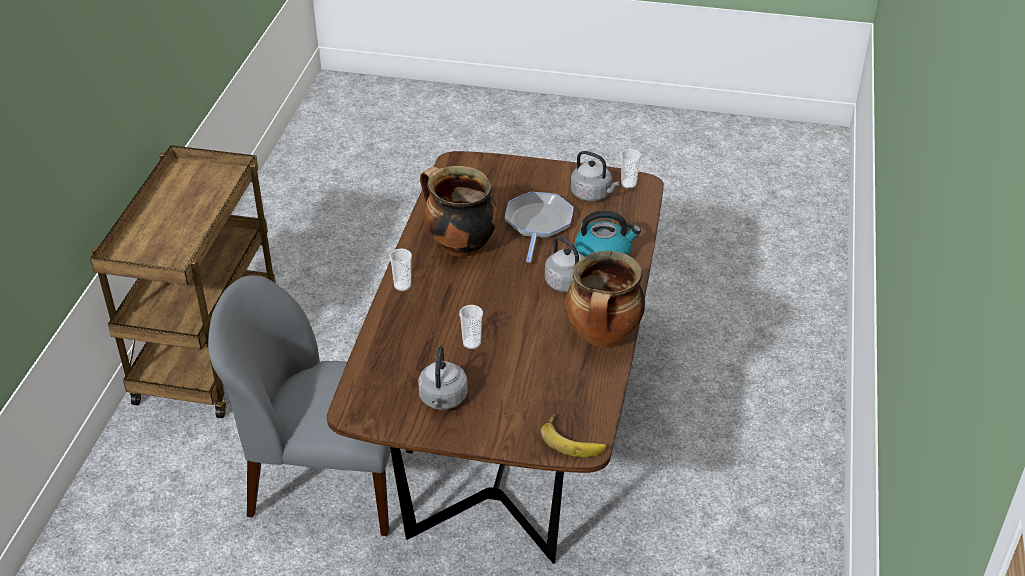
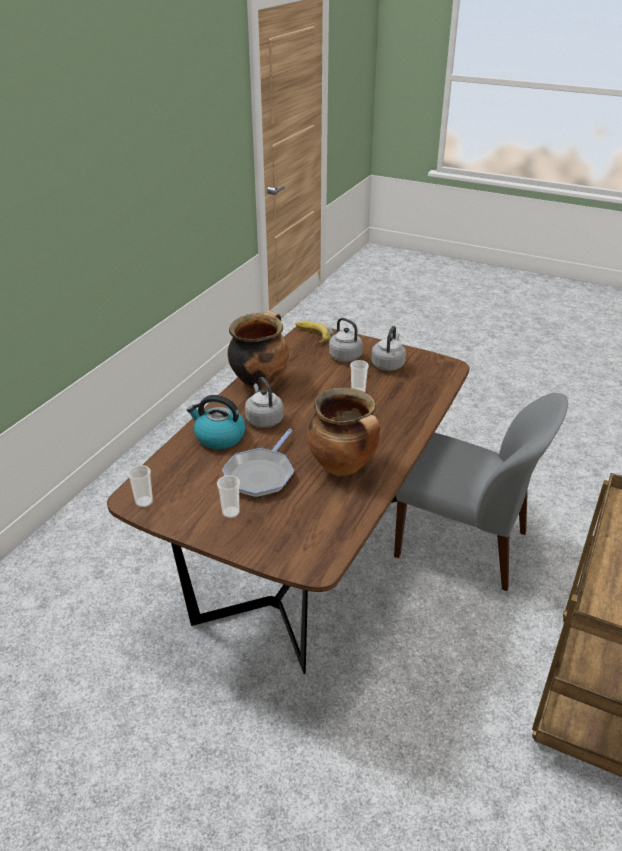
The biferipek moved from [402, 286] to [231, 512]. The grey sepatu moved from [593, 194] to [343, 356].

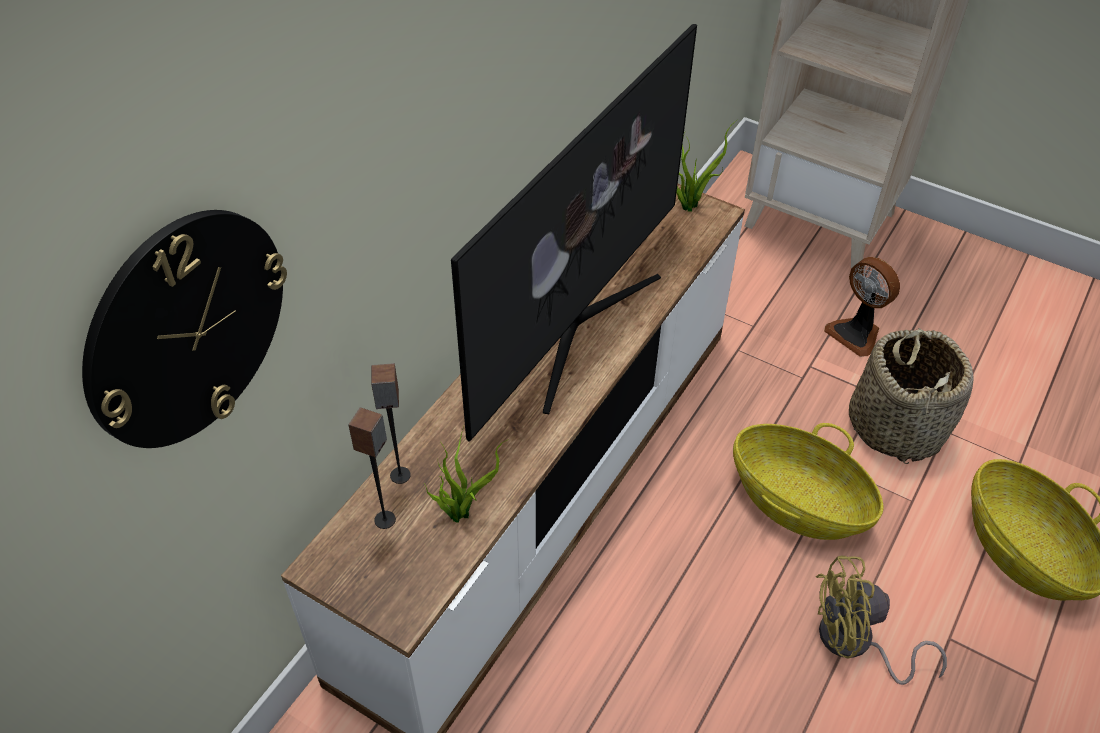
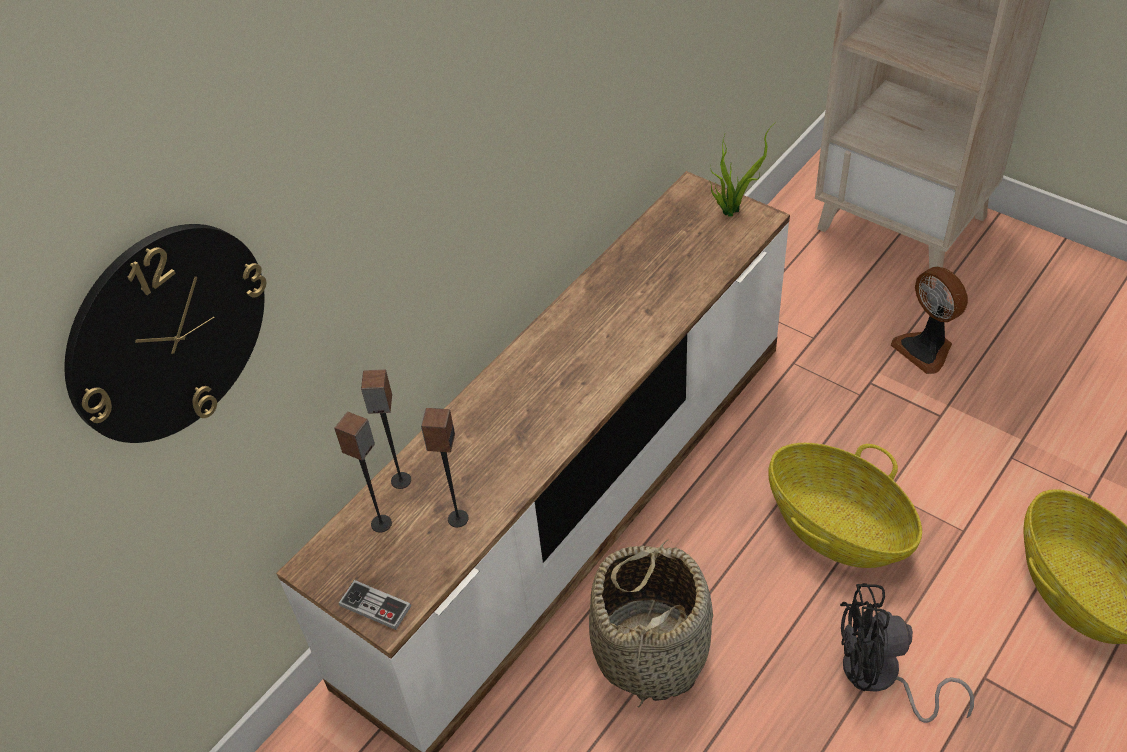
The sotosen at [375, 606] appeared. The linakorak at [462, 511] was replaced by the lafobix at [457, 518]. The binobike moved from [896, 425] to [651, 650]. The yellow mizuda at [855, 644] became the black mizuda at [880, 678]. The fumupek at [575, 327] disappeared.

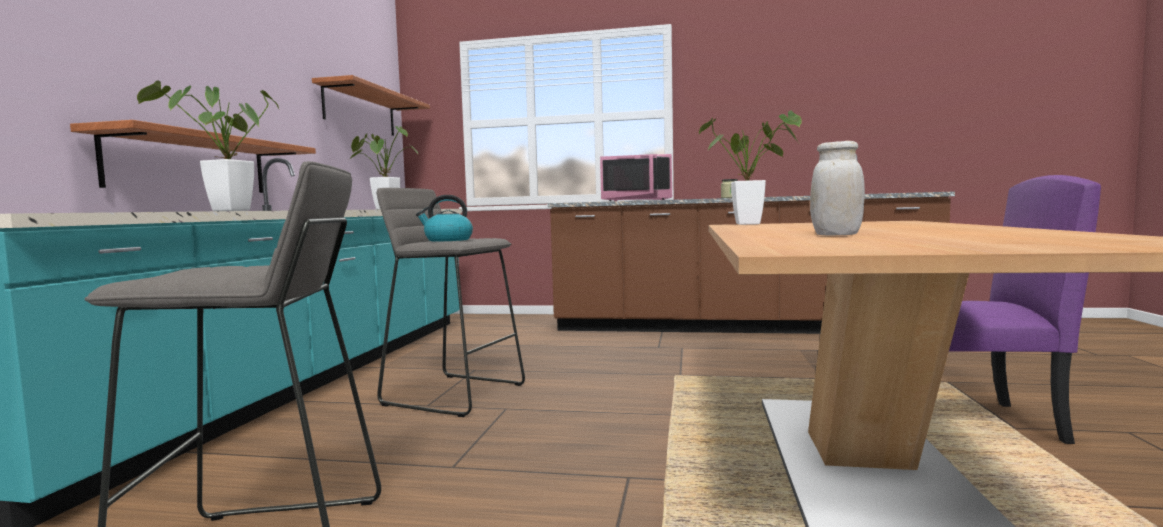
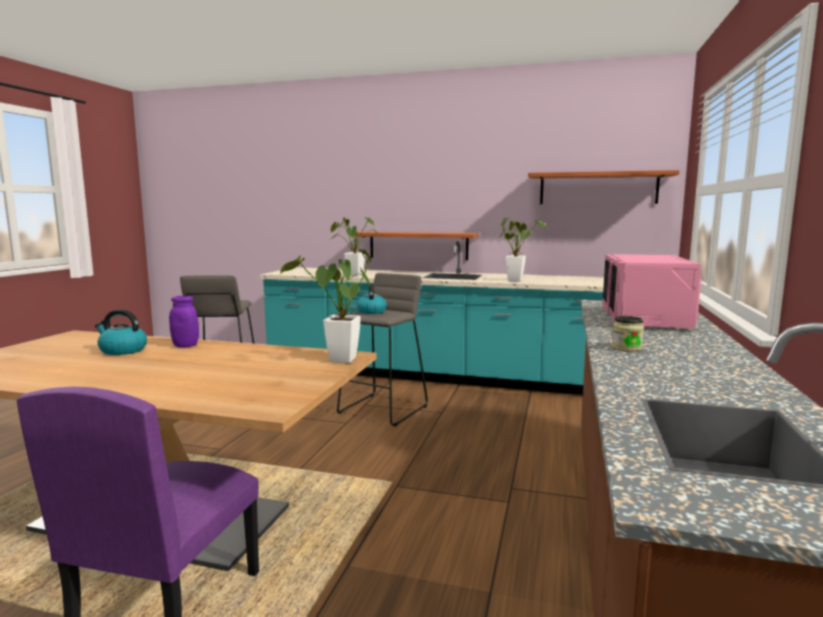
The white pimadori at [836, 235] was replaced by the sepatu at [122, 350]. The purple pimadori at [185, 345] appeared.

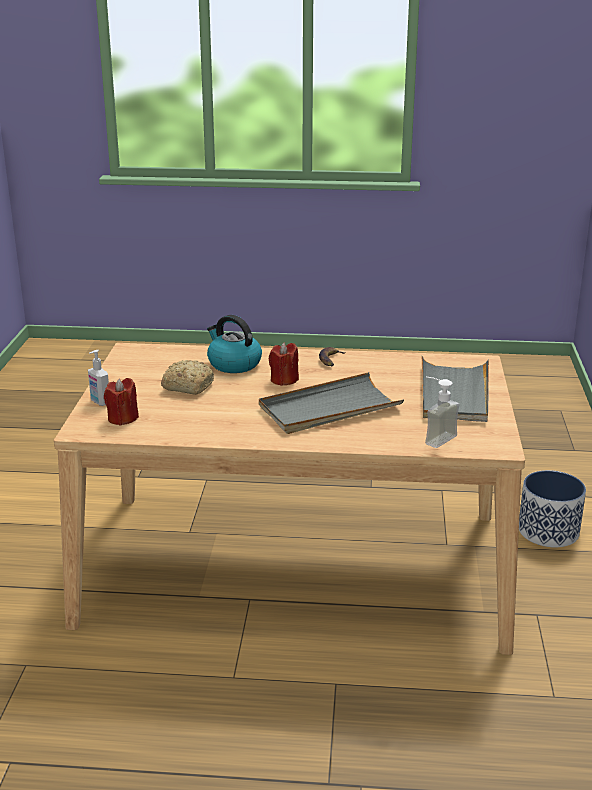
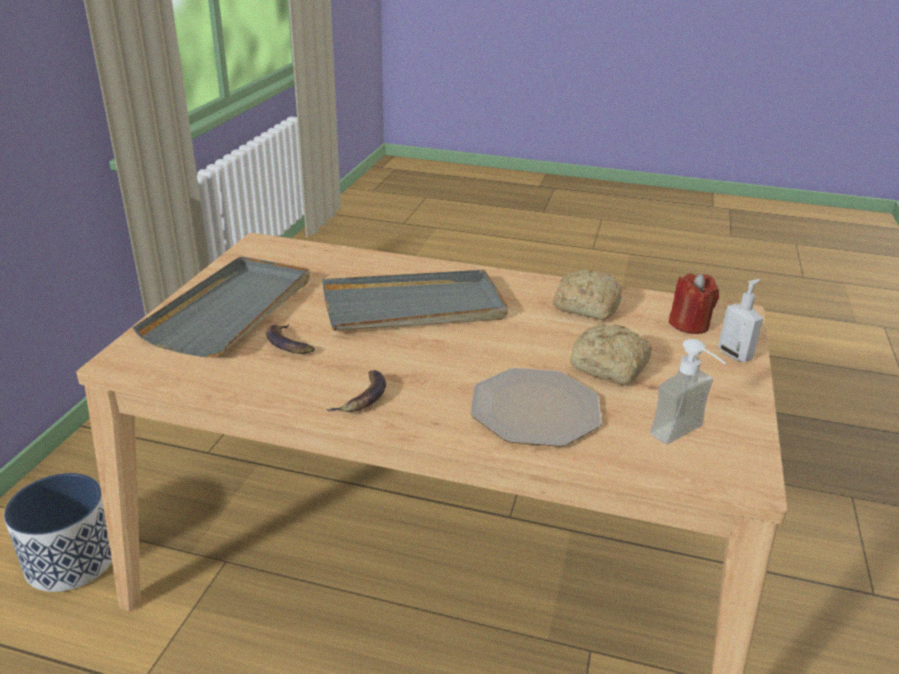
The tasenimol at [289, 344] appeared. The sepatu at [233, 364] was replaced by the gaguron at [535, 408]. The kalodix at [585, 306] appeared. The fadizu moved from [434, 437] to [685, 436]. The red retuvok at [284, 380] disappeared.

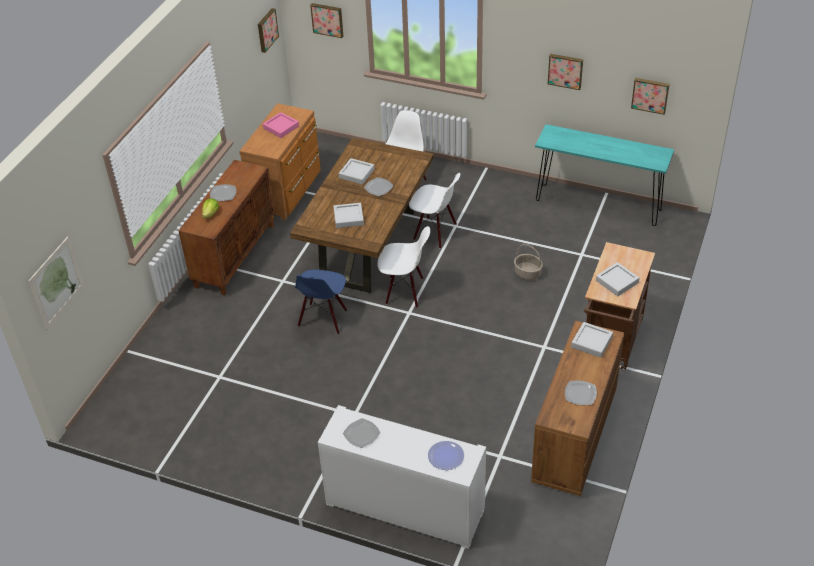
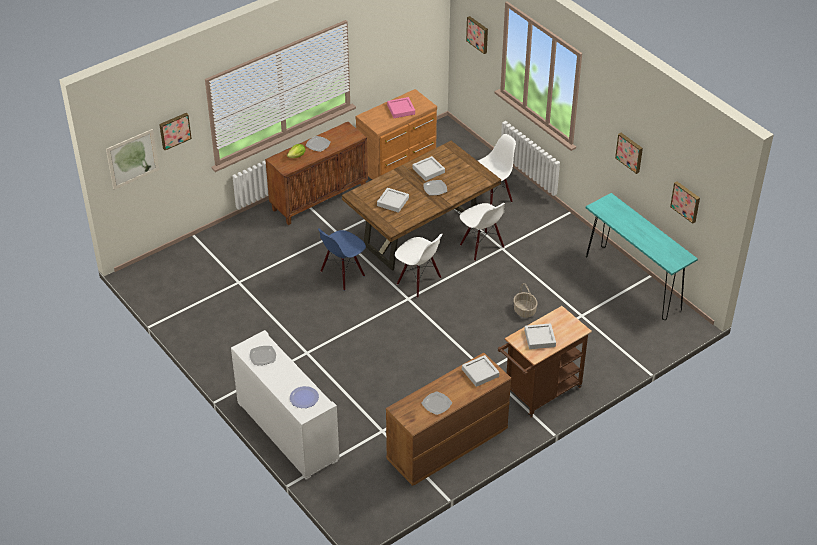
The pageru moved from [266, 30] to [174, 130].

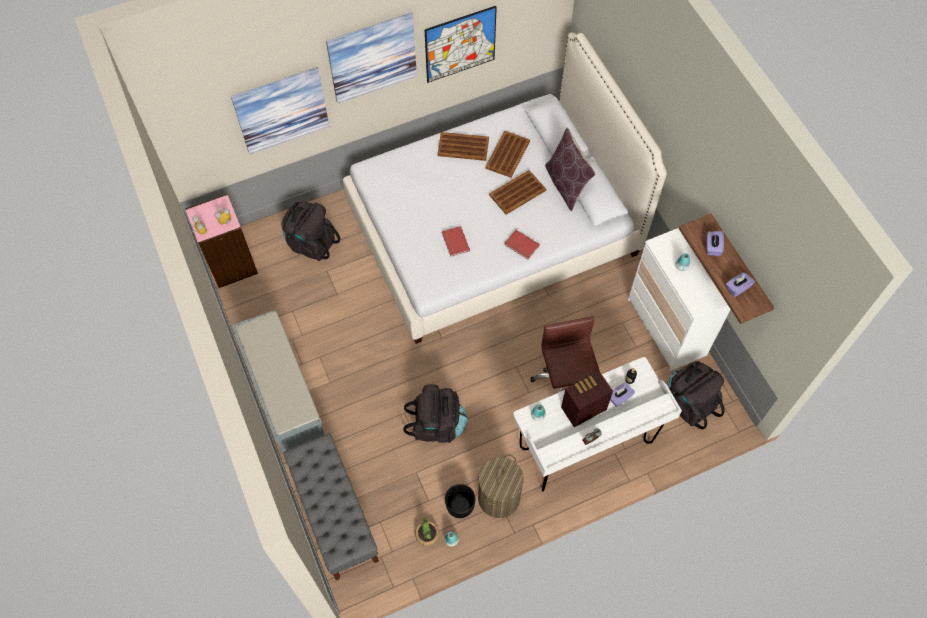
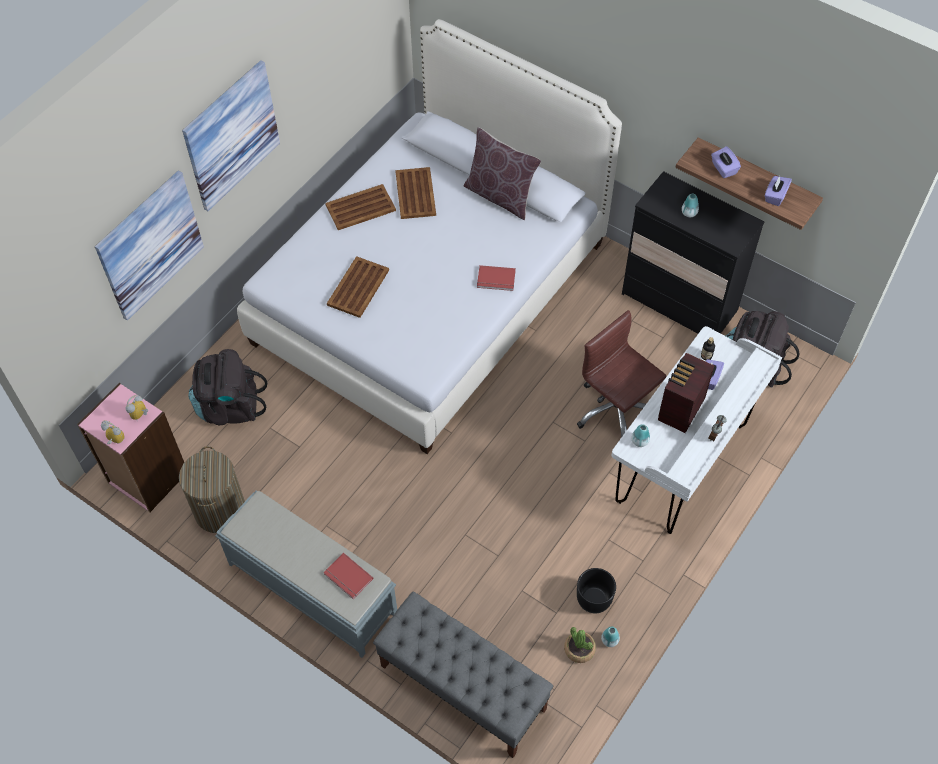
The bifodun moved from [498, 497] to [220, 510]. The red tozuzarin moved from [454, 242] to [347, 577]. The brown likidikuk moved from [518, 192] to [358, 287]. The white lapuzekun at [666, 327] became the black lapuzekun at [679, 302]. The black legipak at [437, 425] disappeared. The pageru at [460, 44] disappeared.

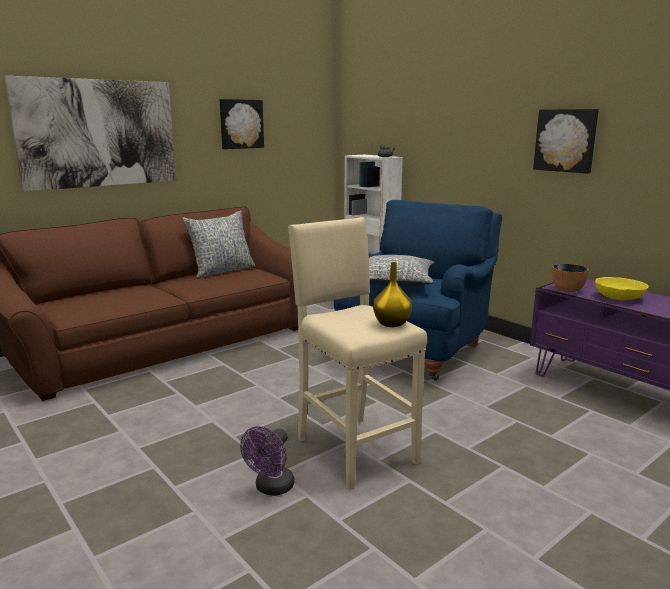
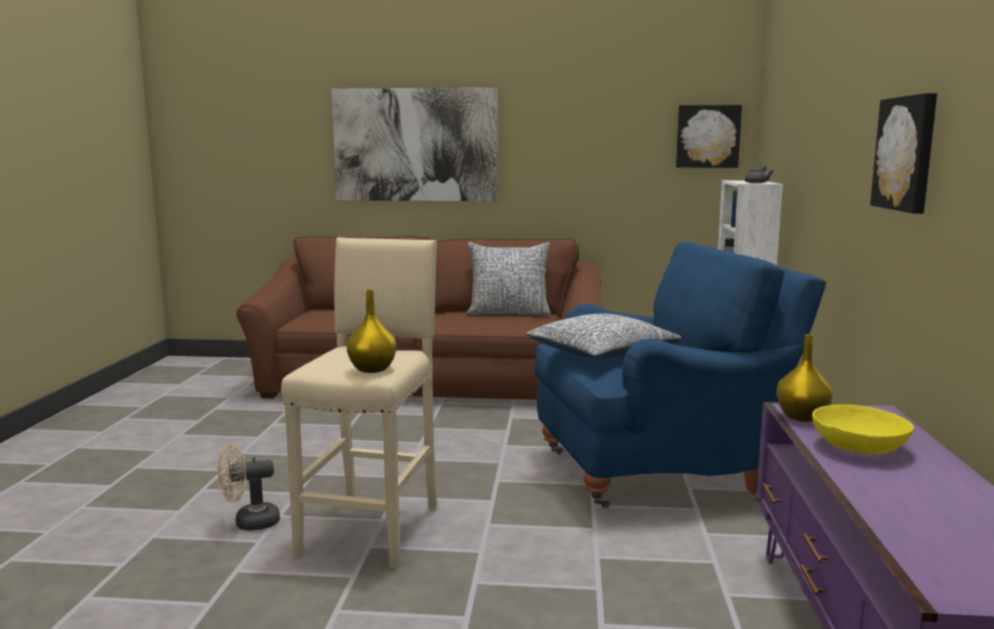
The purple mizuda at [271, 488] became the beige mizuda at [249, 523]. The pageru moved from [241, 124] to [707, 136]. The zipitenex at [567, 290] was replaced by the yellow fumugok at [802, 417].

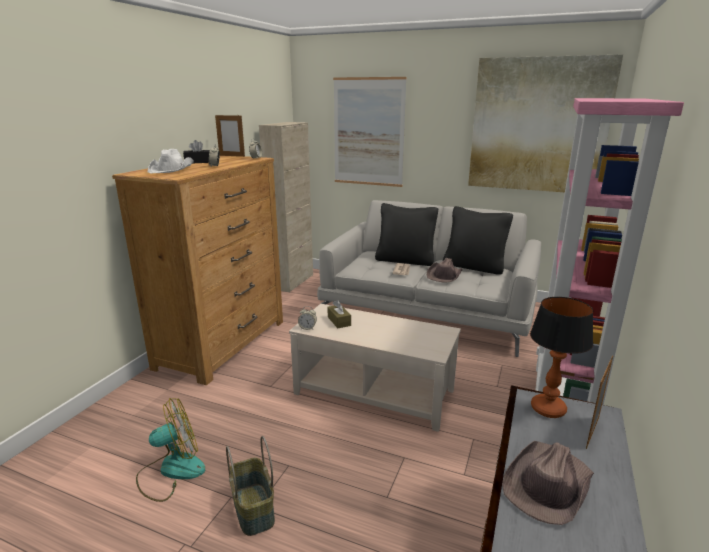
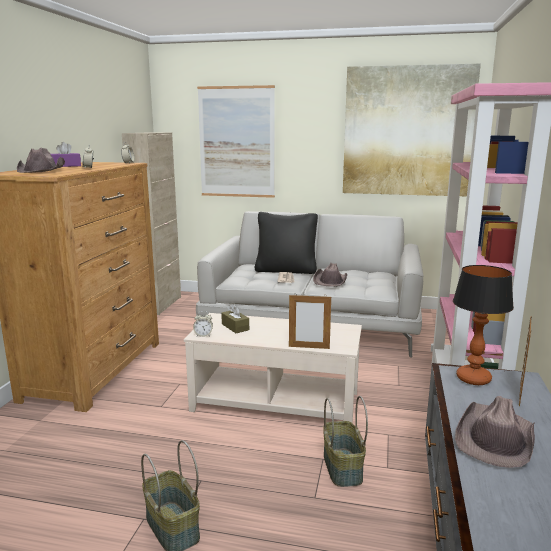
The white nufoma at [172, 169] became the brown nufoma at [42, 170]. The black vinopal at [198, 162] became the purple vinopal at [65, 166]. The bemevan moved from [232, 156] to [309, 347]. The binobike at [341, 467] appeared. The mizuda at [171, 471] disappeared. The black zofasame at [474, 267] disappeared.

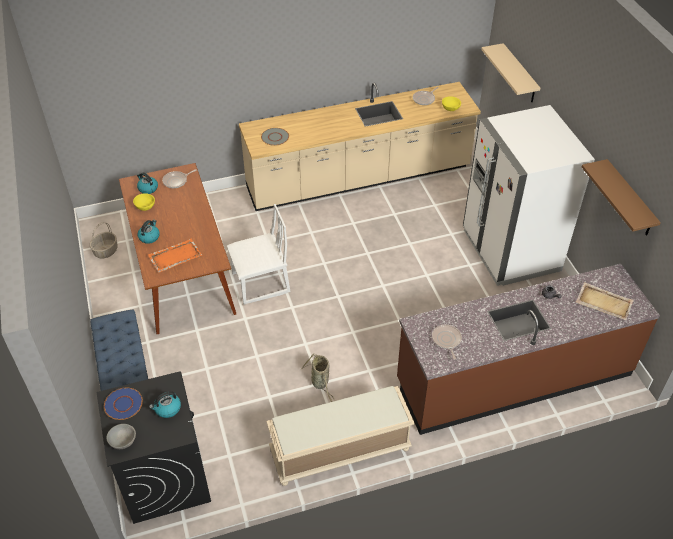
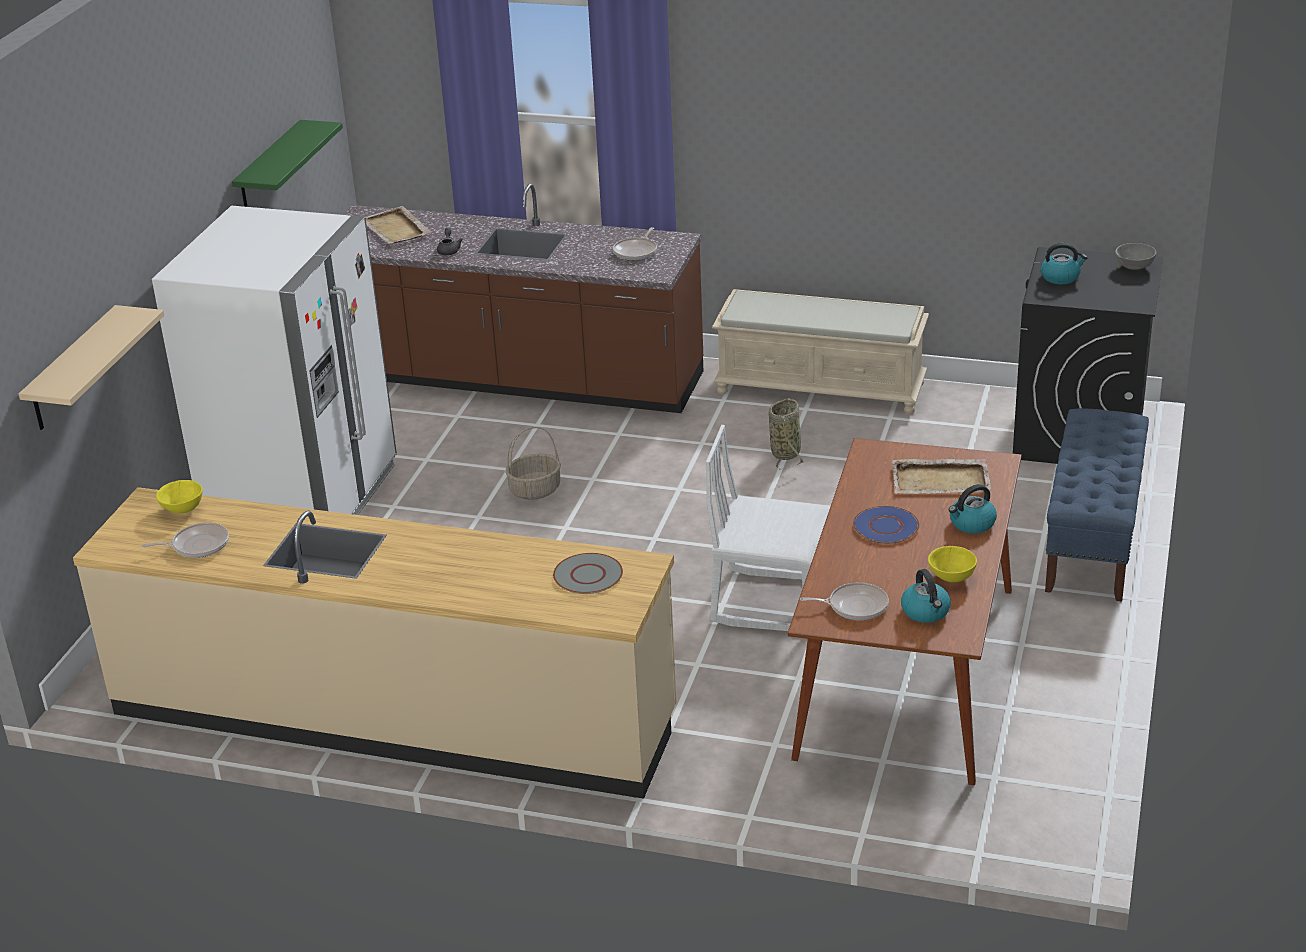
The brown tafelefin at [629, 199] became the green tafelefin at [270, 169]. The binobike moved from [106, 251] to [534, 490]. The blue gaguron moved from [123, 404] to [886, 527]. The orange likidikuk at [175, 257] became the beige likidikuk at [941, 480].

